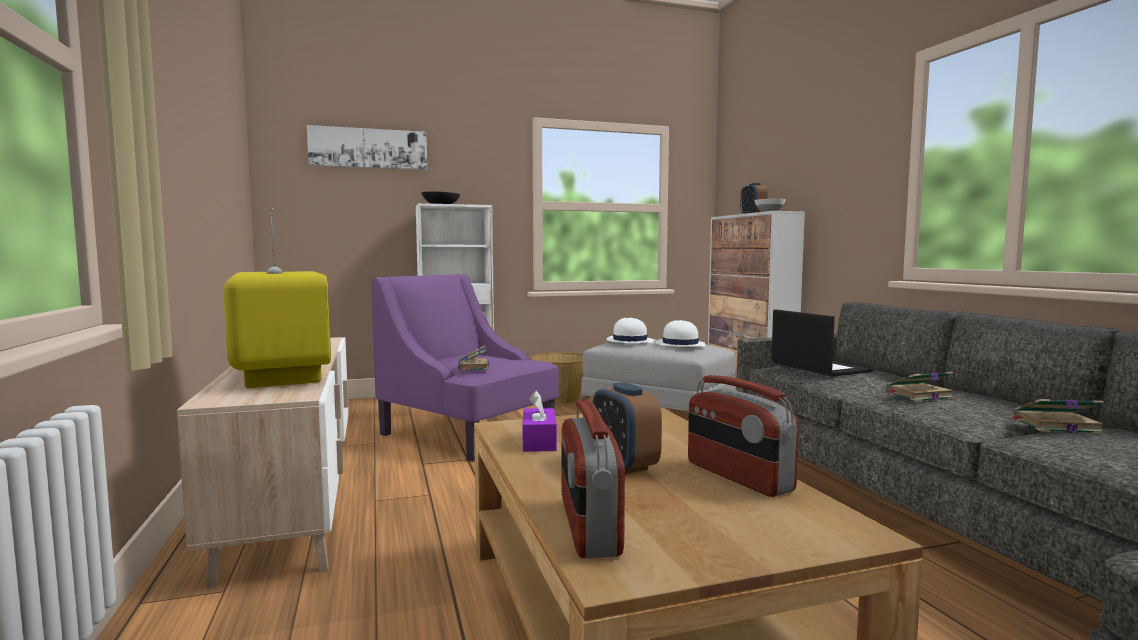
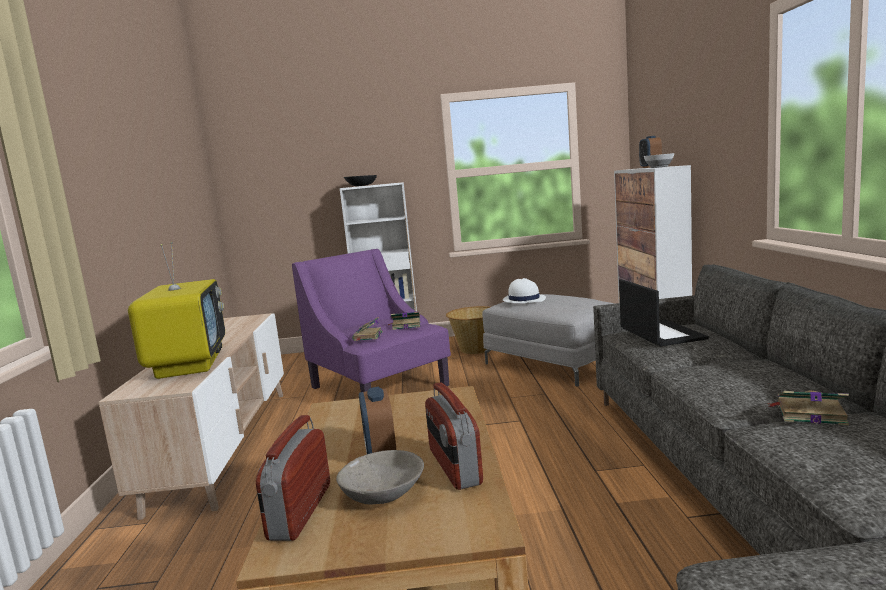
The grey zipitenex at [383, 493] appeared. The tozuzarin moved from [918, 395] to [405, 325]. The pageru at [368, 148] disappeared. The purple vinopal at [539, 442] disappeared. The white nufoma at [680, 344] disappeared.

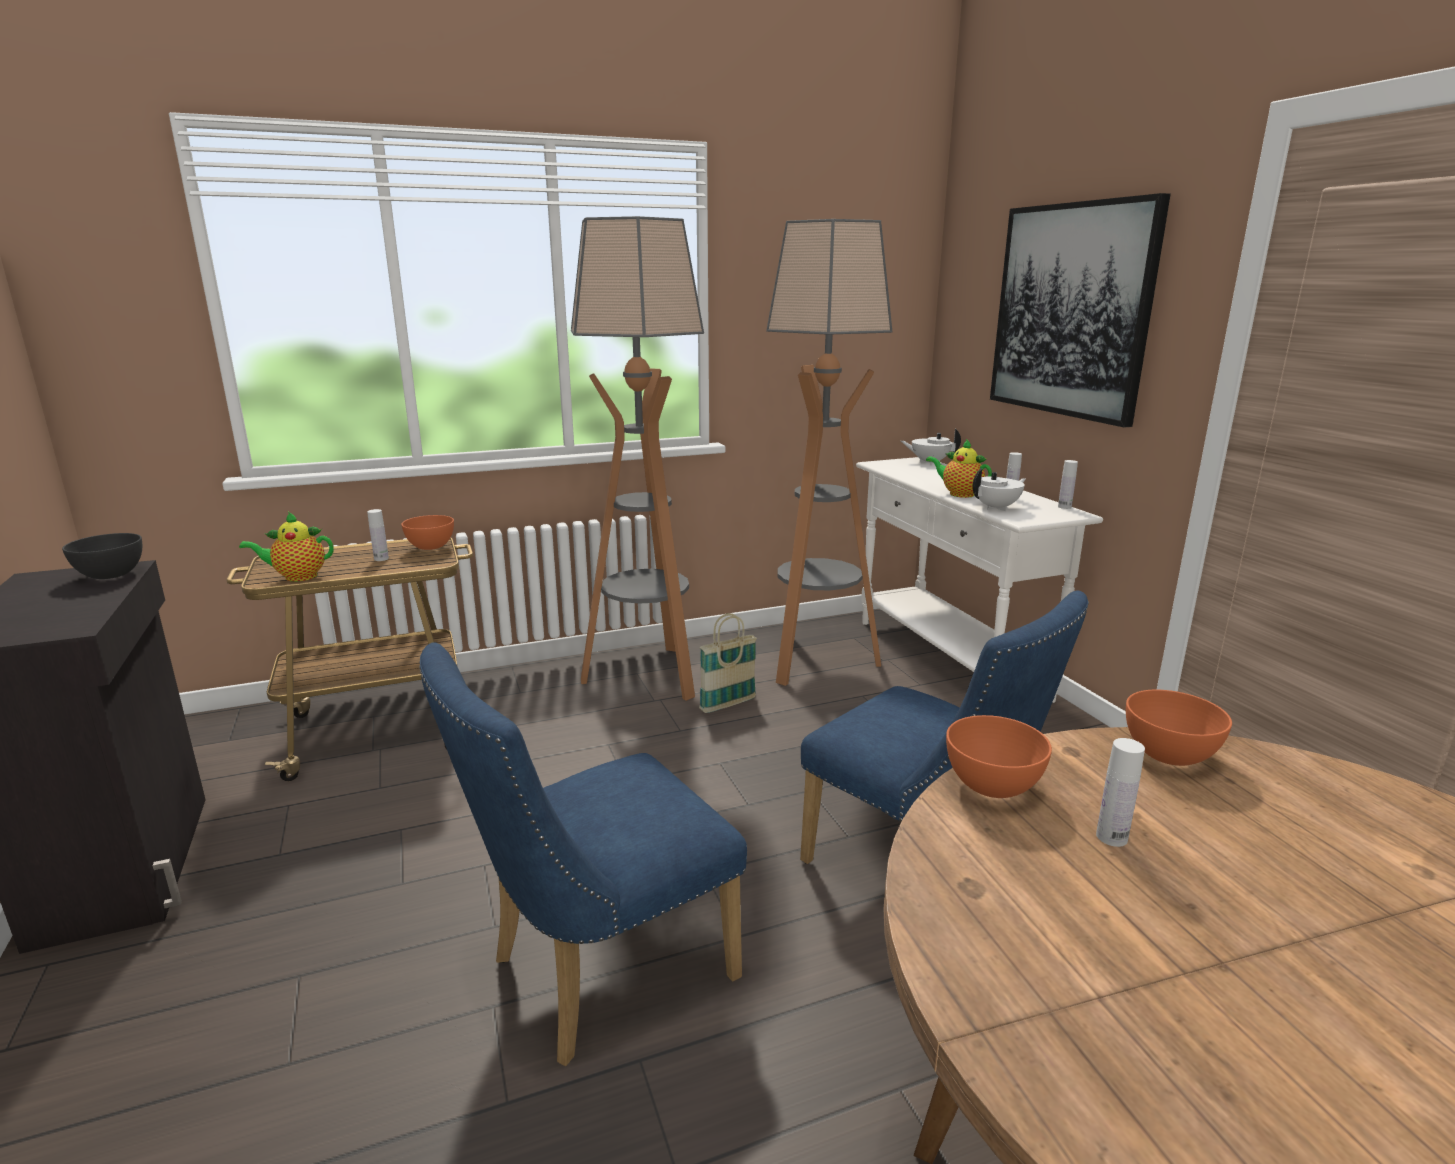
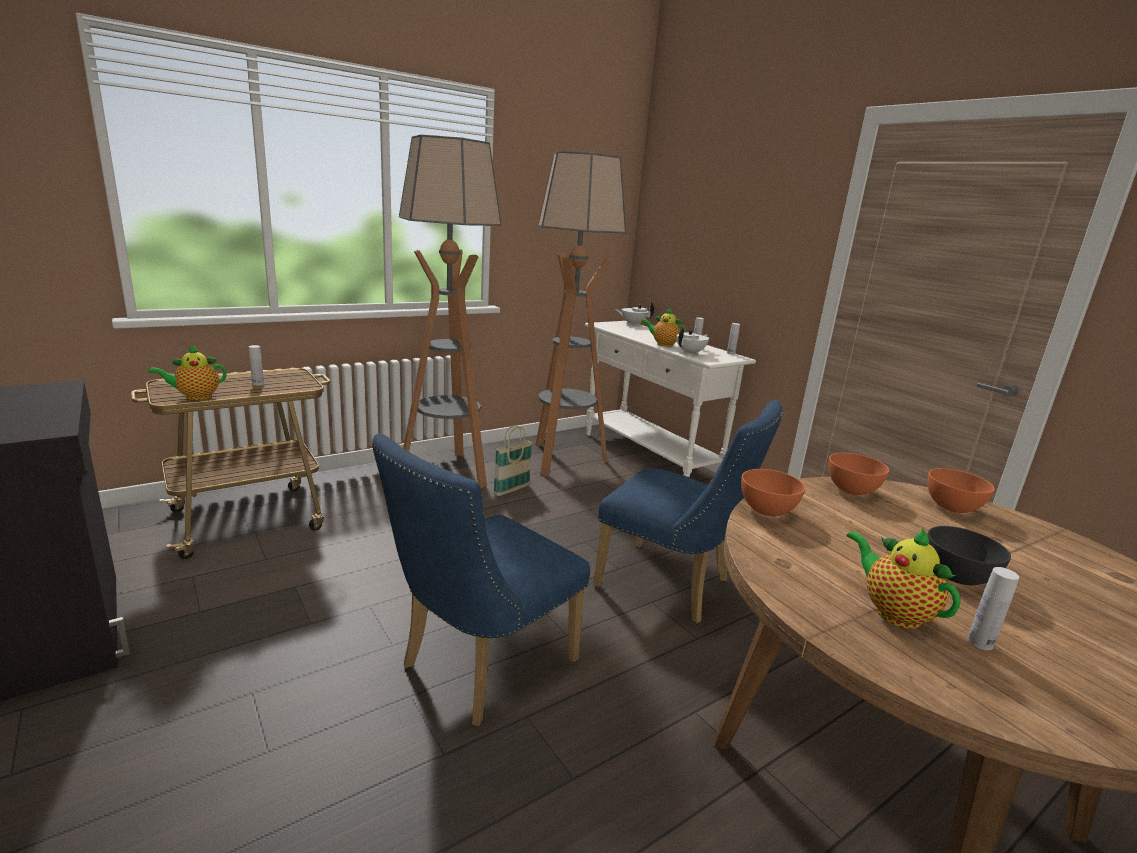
The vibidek at [892, 611] appeared. The orange zipitenex moved from [430, 547] to [952, 508]. The grey zipitenex moved from [110, 575] to [957, 577]. The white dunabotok moved from [1111, 837] to [980, 642]. The pageru at [1071, 311] disappeared.

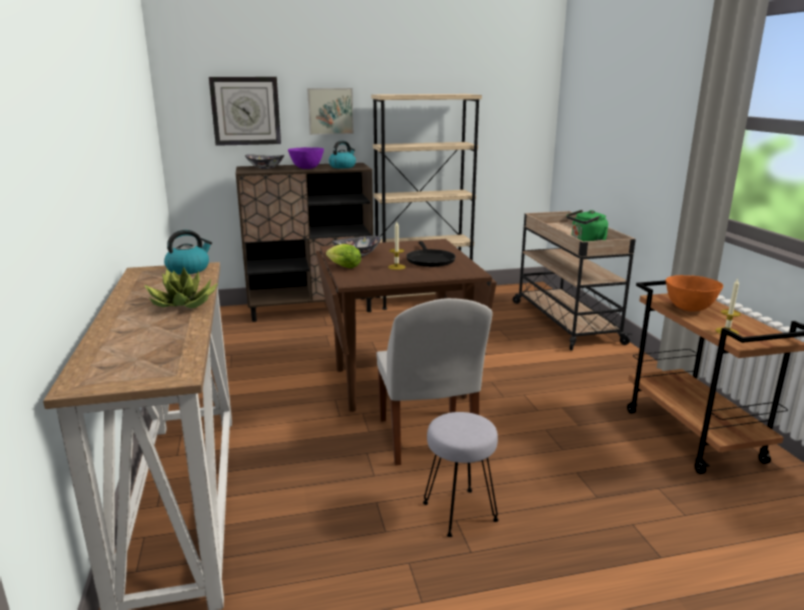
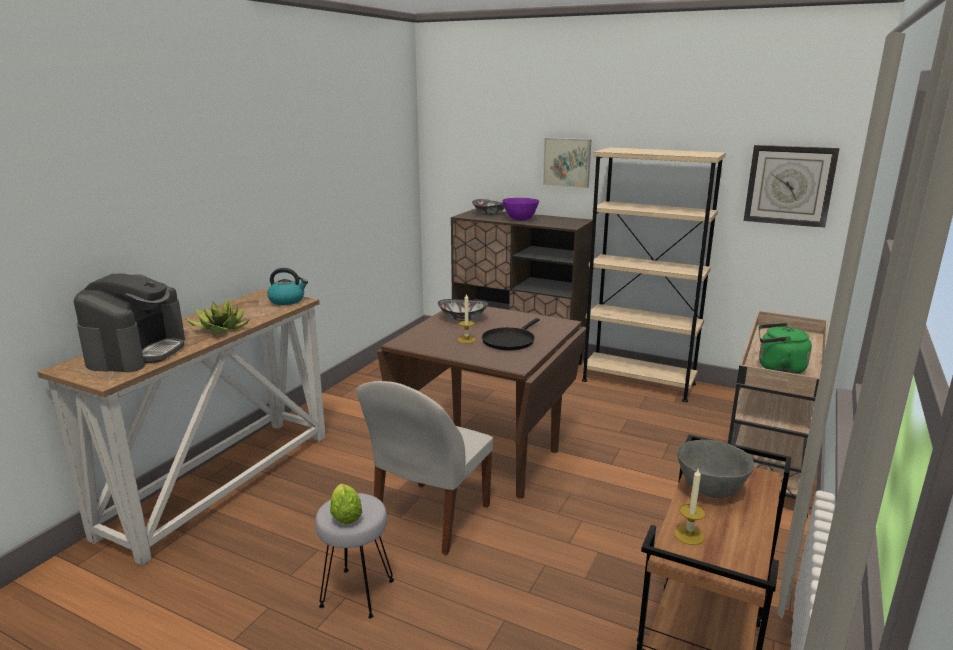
The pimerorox at [137, 352] appeared. The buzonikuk moved from [342, 267] to [345, 514]. The orange zipitenex at [689, 309] became the grey zipitenex at [710, 490]. The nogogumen moved from [245, 111] to [789, 185]. The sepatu at [342, 167] disappeared.

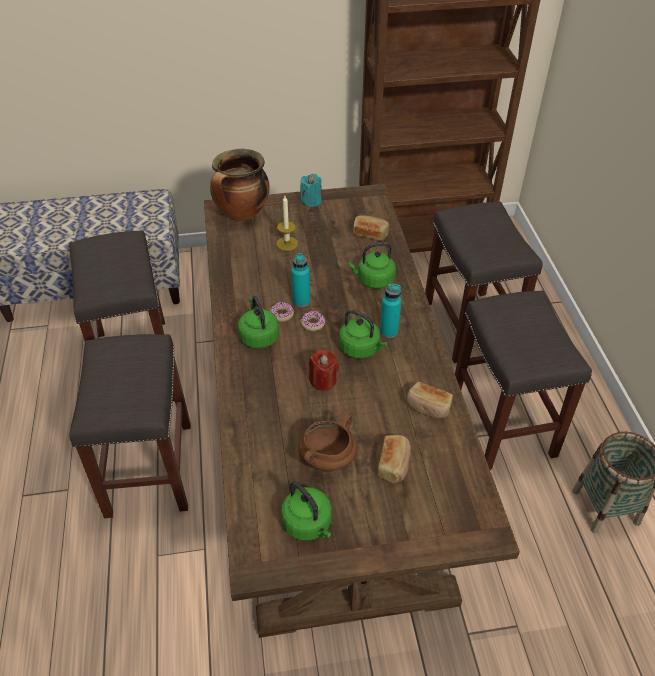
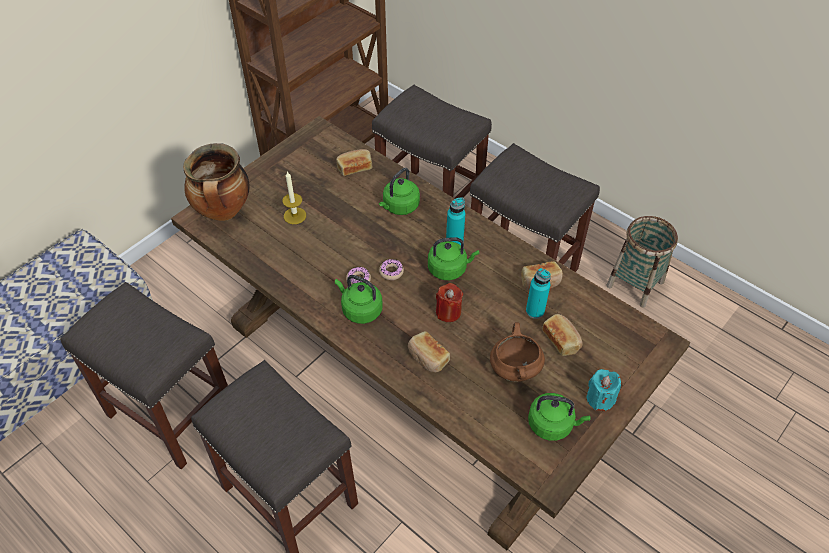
The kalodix at [427, 357] appeared. The turquoise dunabotok moved from [301, 301] to [535, 311]. The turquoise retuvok moved from [311, 201] to [600, 399].

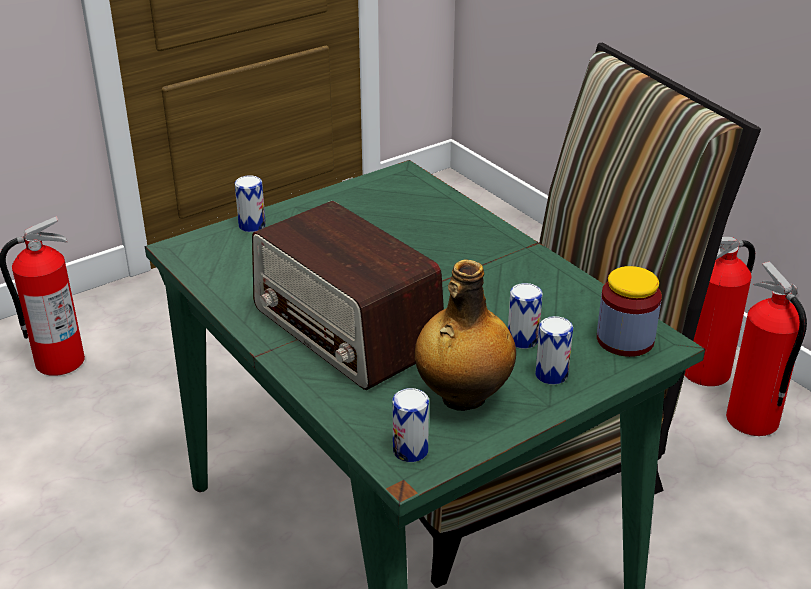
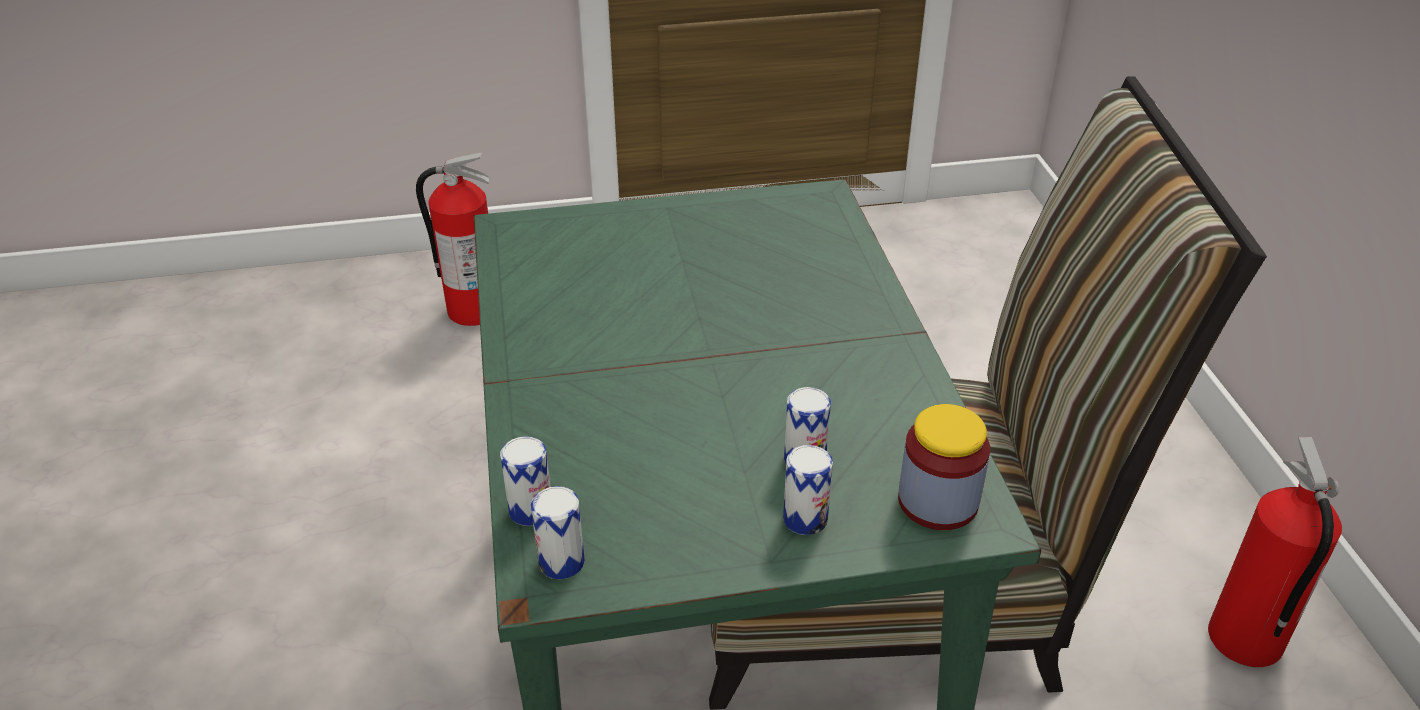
The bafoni moved from [252, 225] to [531, 510]. The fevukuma at [347, 330] disappeared. The dunabotok at [462, 397] disappeared. The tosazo at [707, 372] disappeared.

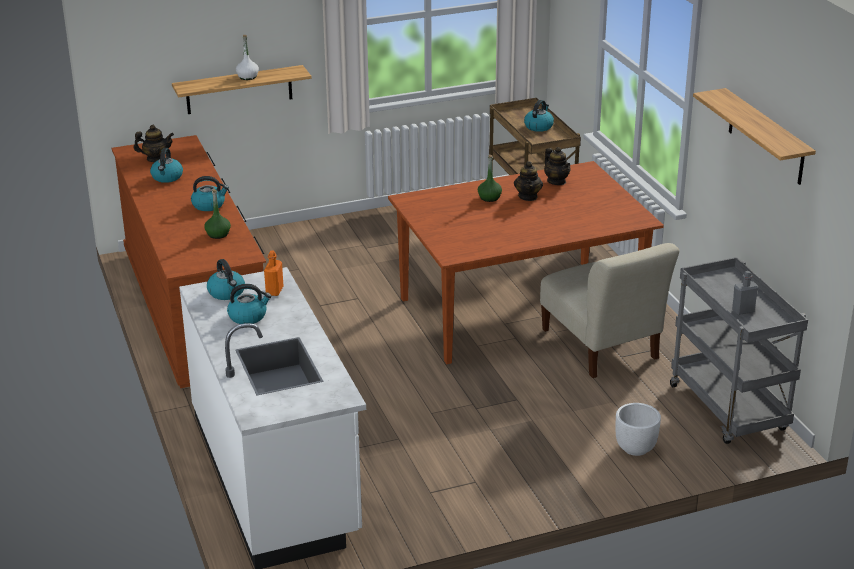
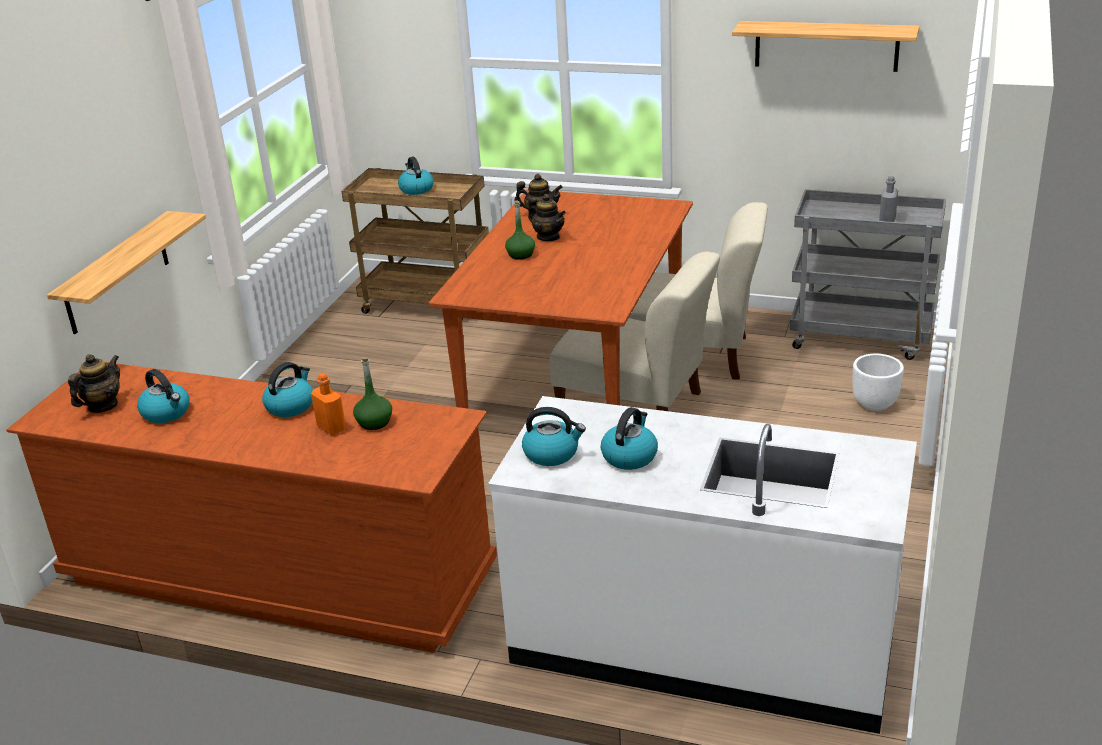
The orange dunabotok moved from [274, 291] to [331, 428]. The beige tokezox at [635, 406] appeared. The white dunabotok at [247, 77] disappeared.

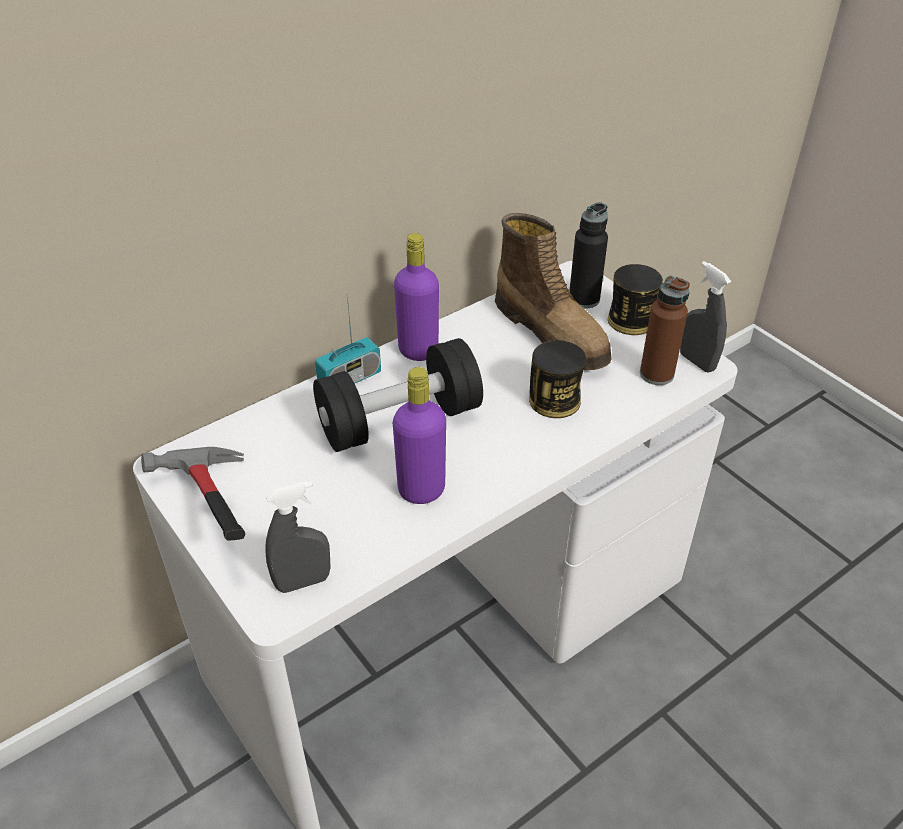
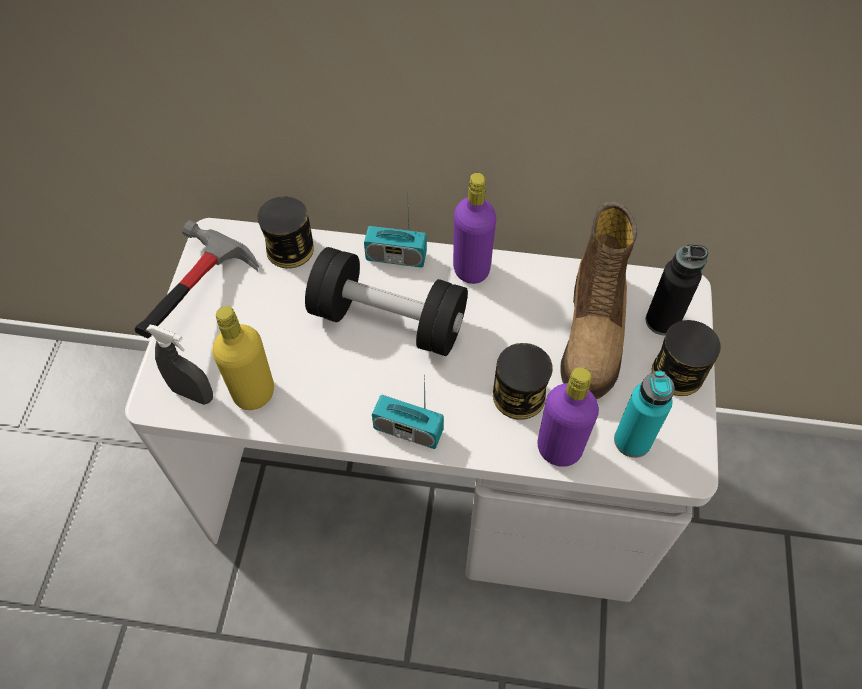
The yellow dunabotok at [254, 393] appeared. The bafoni at [290, 249] appeared. The fevukuma at [408, 430] appeared. The purple dunabotok moved from [421, 490] to [559, 449]. The brown dunabotok at [656, 374] became the turquoise dunabotok at [632, 441]. The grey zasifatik at [697, 362] disappeared.

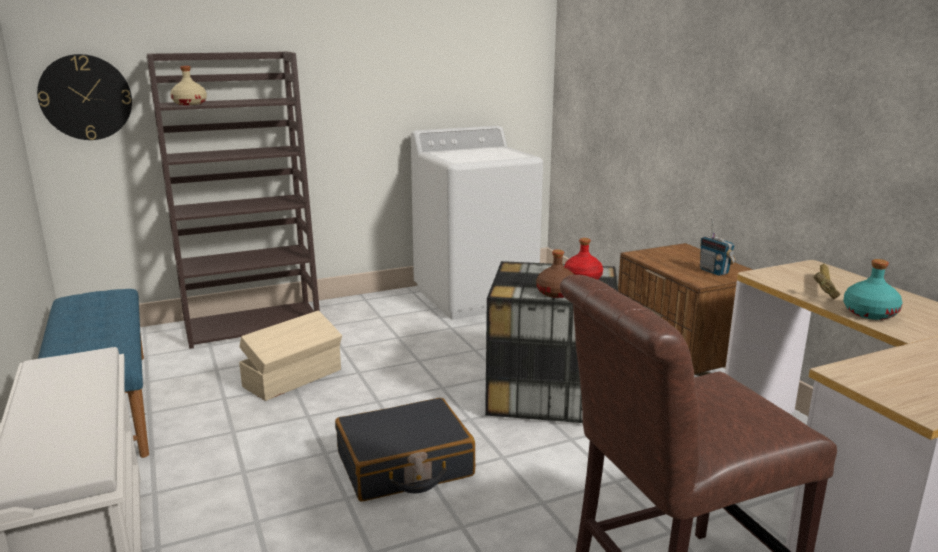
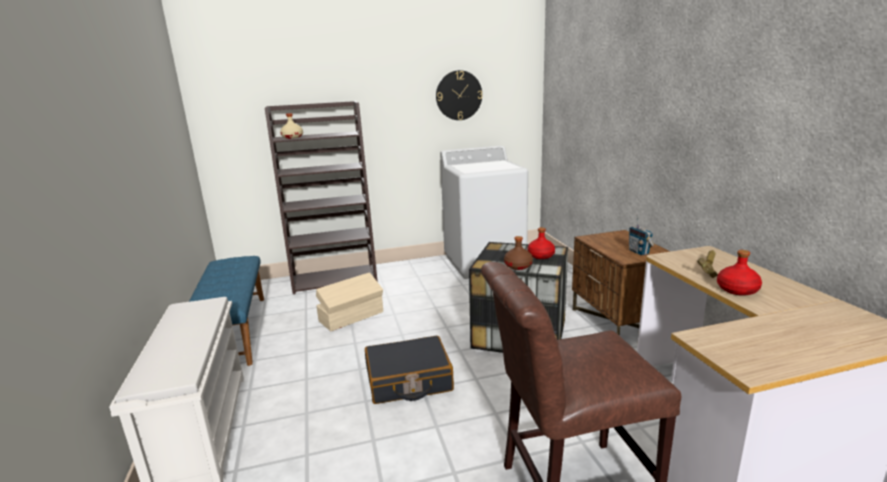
The nogogumen moved from [86, 97] to [459, 95]. The turquoise dunabotok at [869, 313] became the red dunabotok at [736, 289].

